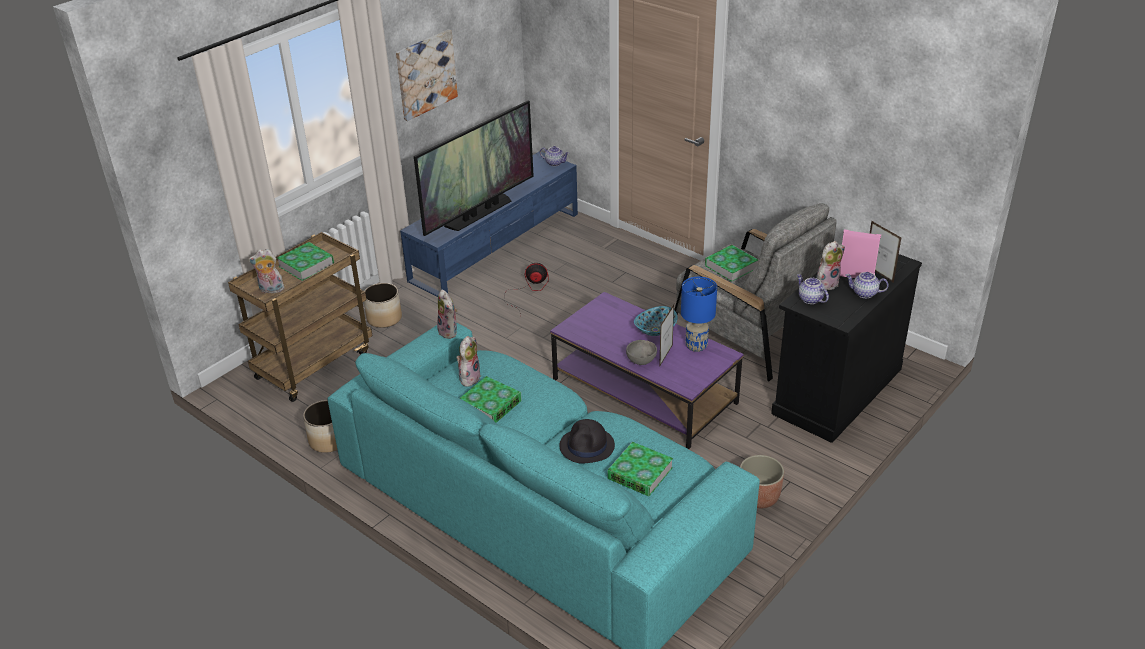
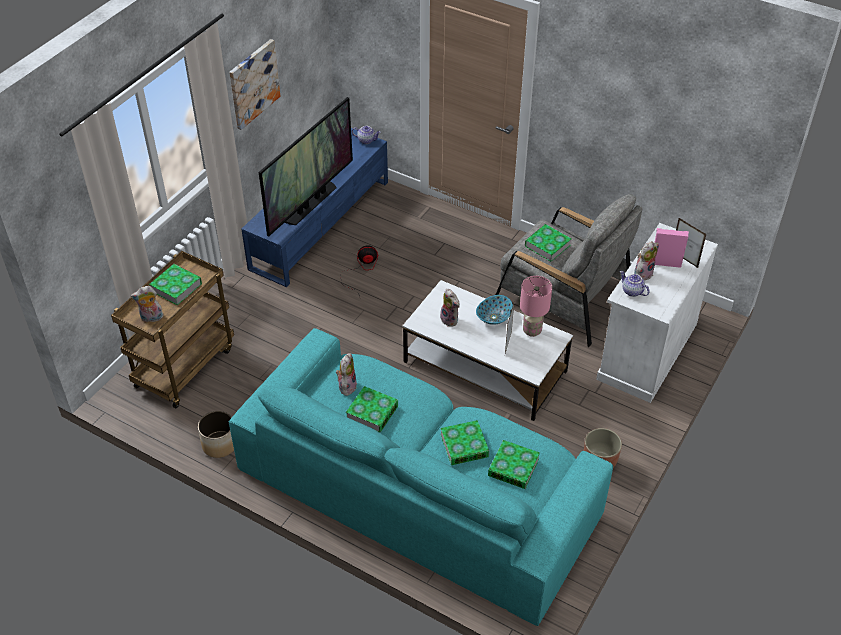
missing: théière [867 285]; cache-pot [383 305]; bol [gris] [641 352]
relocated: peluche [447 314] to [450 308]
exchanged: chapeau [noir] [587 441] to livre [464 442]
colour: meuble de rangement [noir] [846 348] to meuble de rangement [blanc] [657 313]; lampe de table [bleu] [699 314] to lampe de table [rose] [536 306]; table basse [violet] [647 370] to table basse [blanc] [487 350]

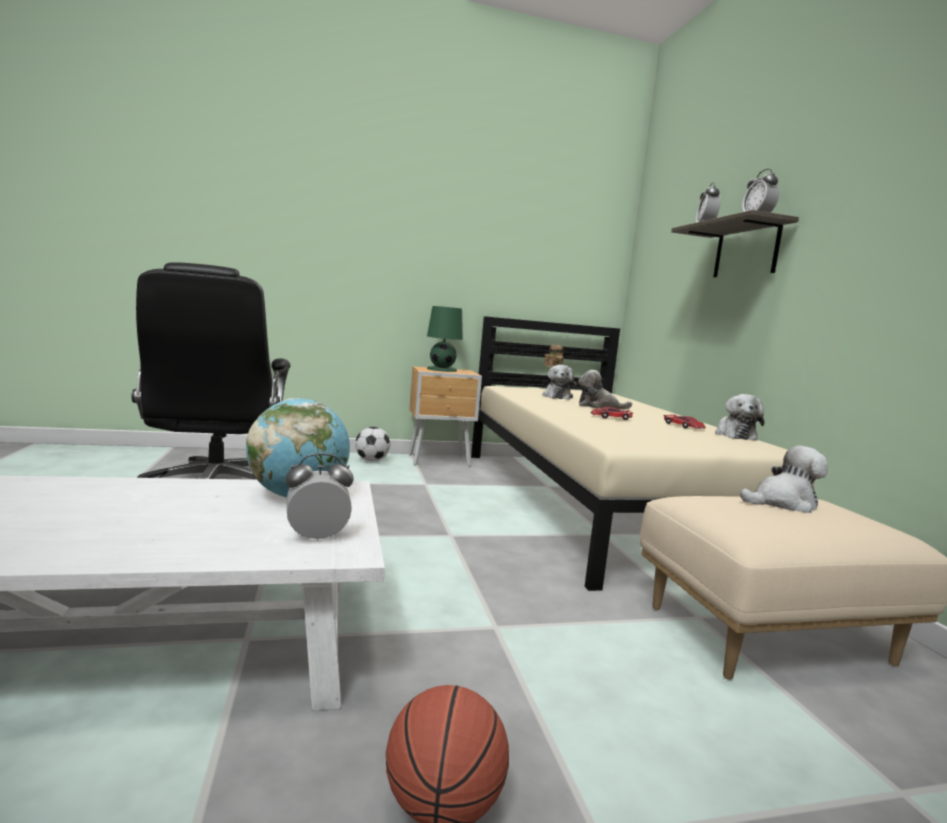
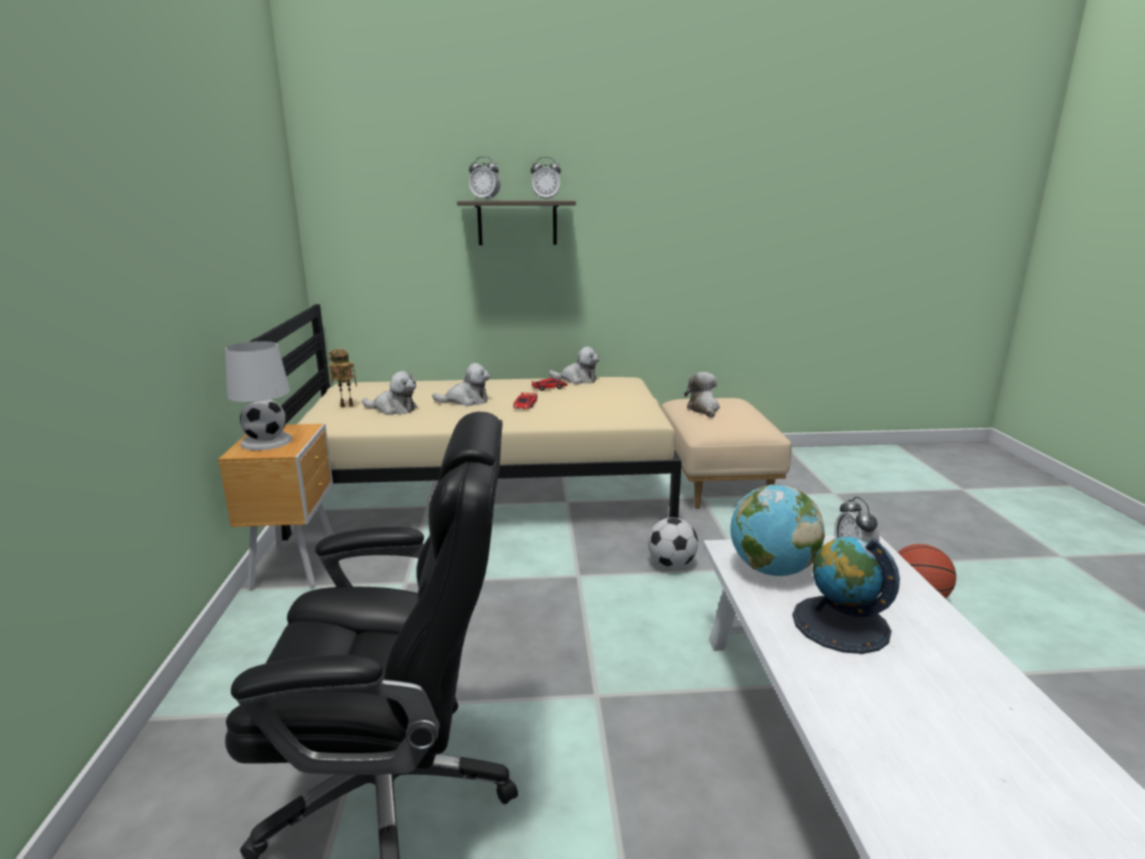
appeared: globe [846 595]
relocated: ballon de foot [372 444] to [673 542]
colour: lampe de table [vert] [445 339] to lampe de table [blanc] [258 395]
spun: peluche [605 390] = [461 384] 120 degrees counterclockwise

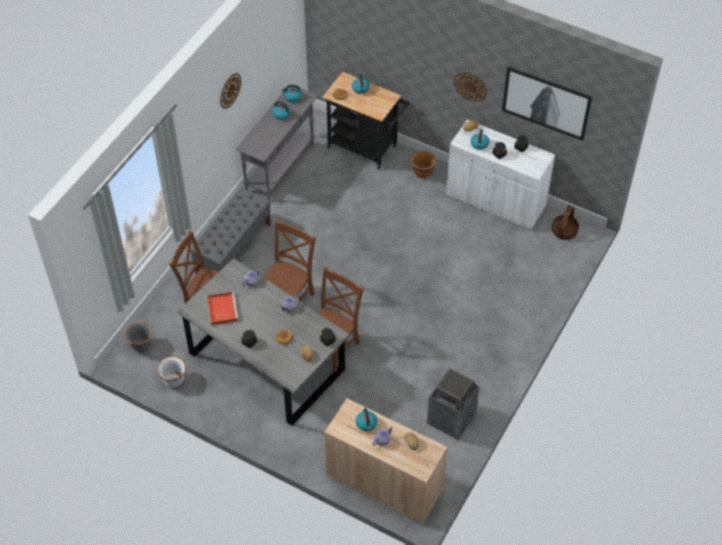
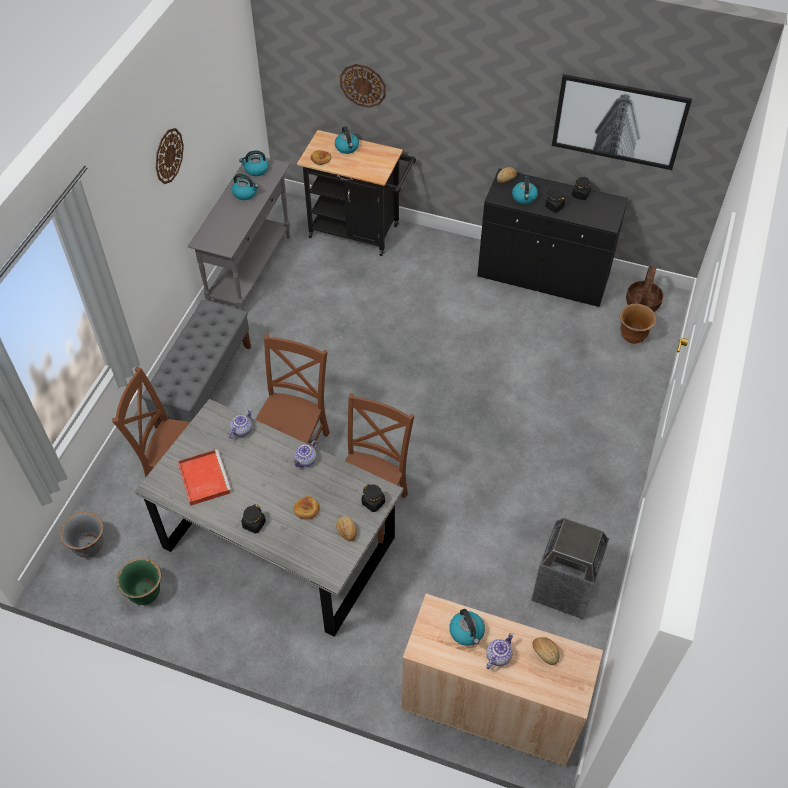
relocated: horloge murale [470 87] to [363 86]; cache-pot [marron] [423 164] to [638 324]
colour: meuble de rangement [blanc] [500 175] to meuble de rangement [noir] [552 238]; cache-pot [blanc] [172 371] to cache-pot [vert] [139 581]

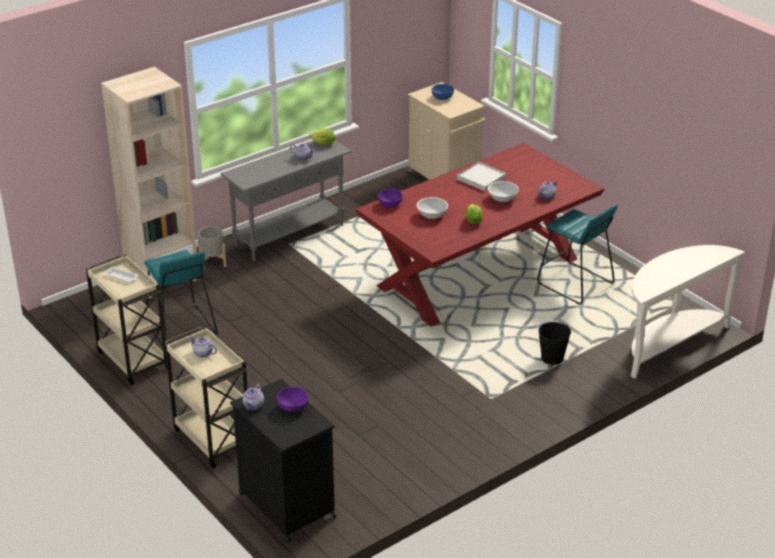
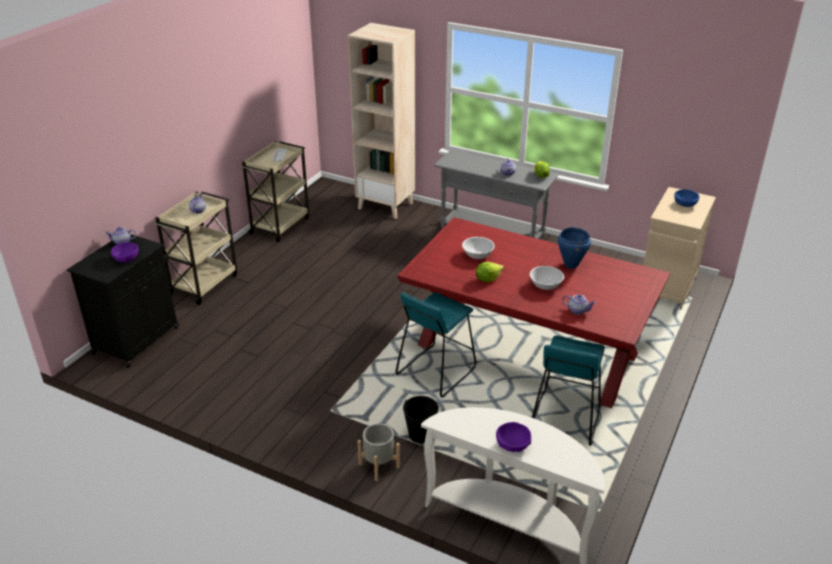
relocated: bol [violet] [390 198] to [513 437]; cache-pot [gris] [211 248] to [379 452]; tabouret [turquoise] [181 299] to [435 345]
exchanged: plateau [blanc] [482 176] to marmite [bleu] [574 248]

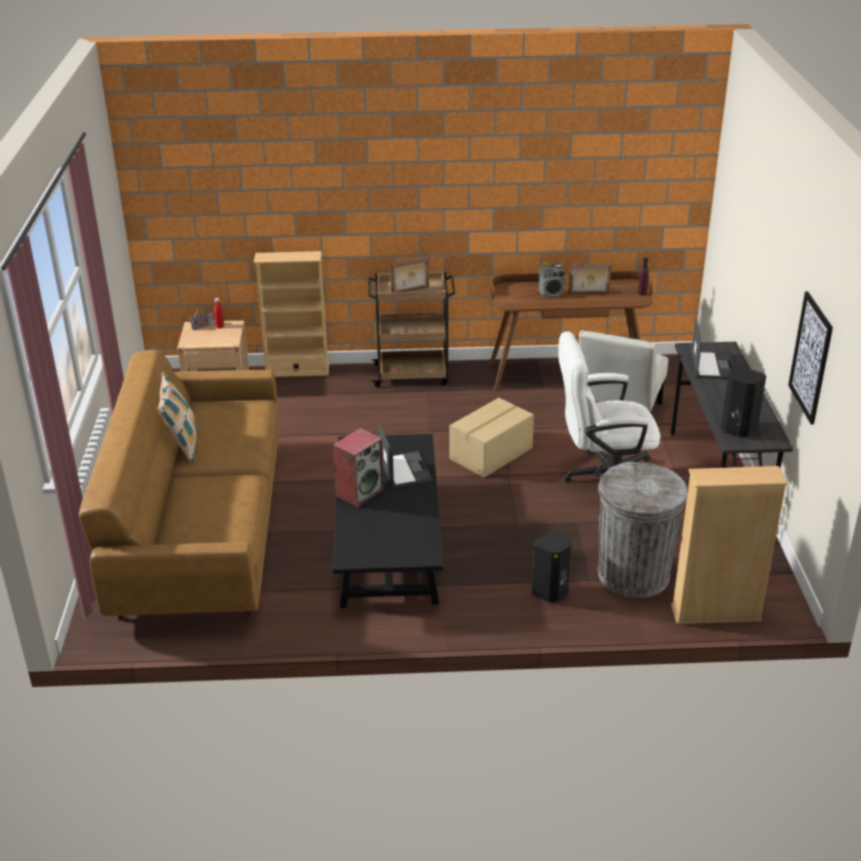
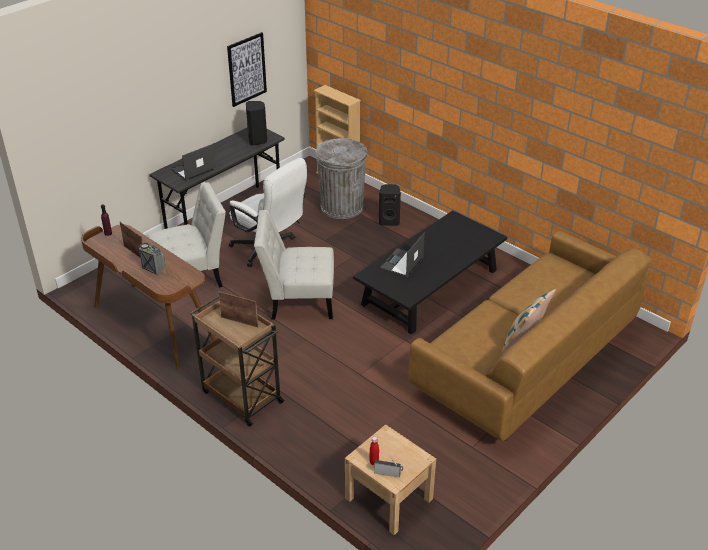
missing: bibliothèque [beige] [291 314]; enceinte [358 467]
exchanged: carton [492 438] to chaise [blanc] [294 265]

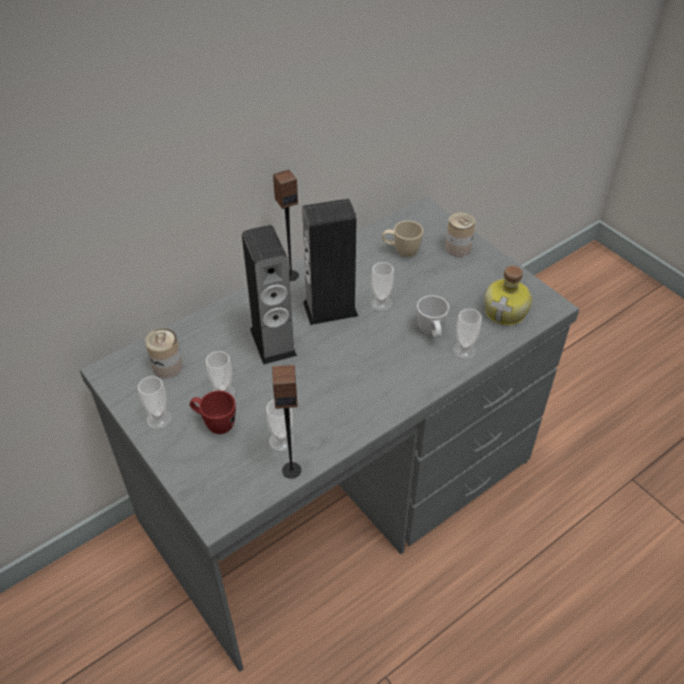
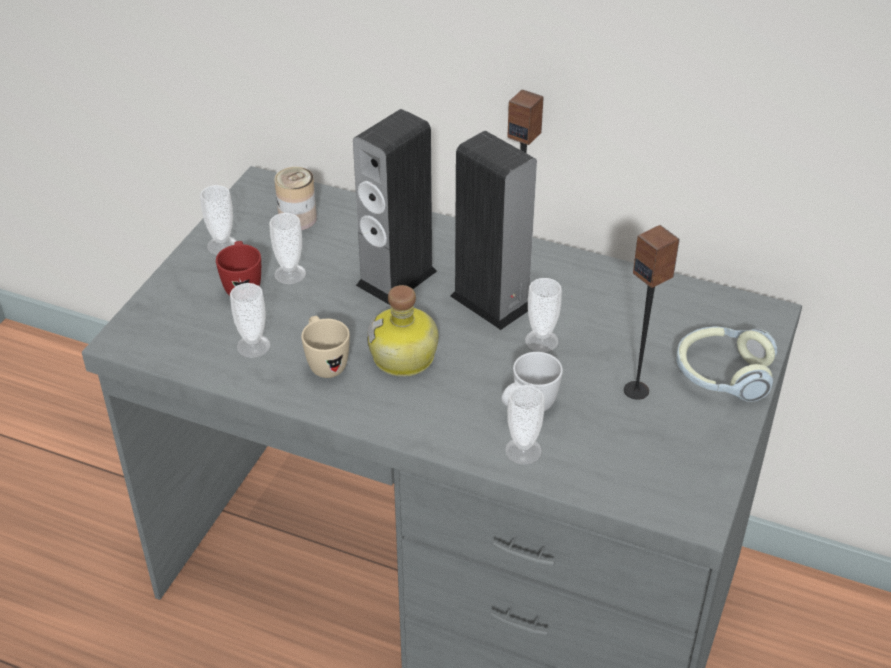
relocated: mug [beige] [402 239] to [325 347]; bouteille [508 295] to [402 331]; enceinte [286 421] to [652 312]
exchanged: boîte métallique [460 235] to casque audio [726 364]

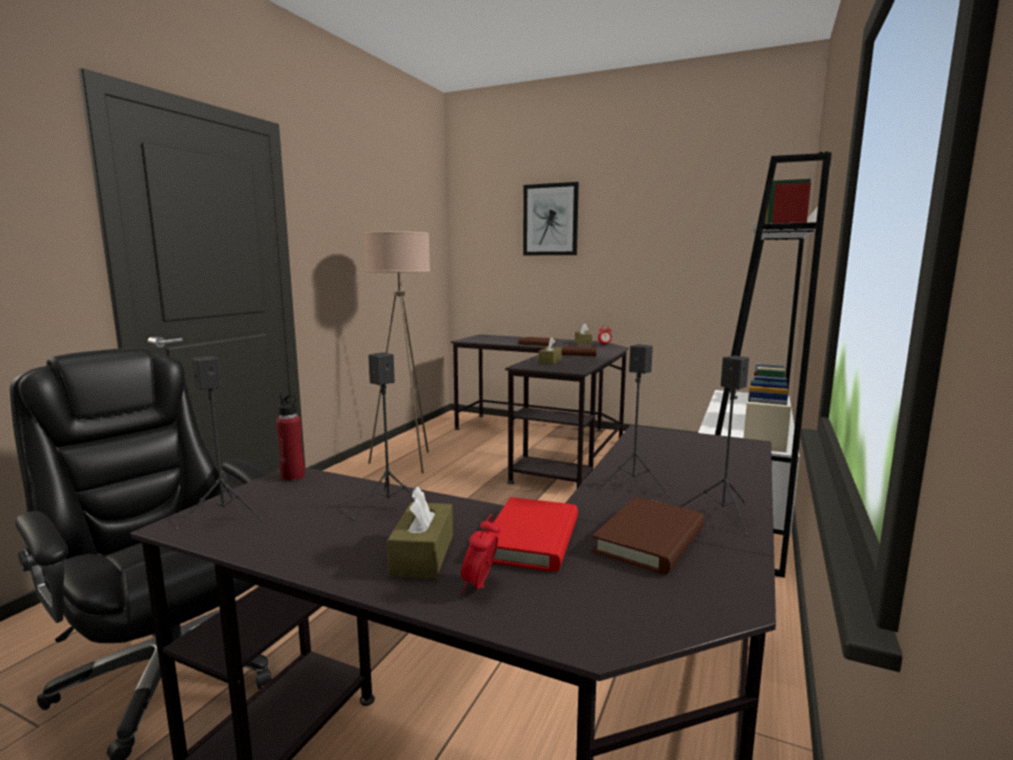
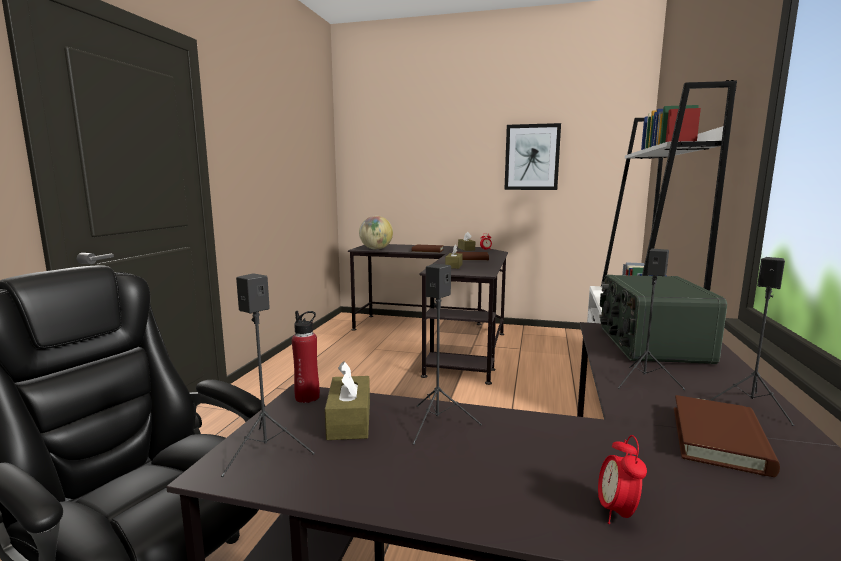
missing: lampadaire [beige] [397 352]; livre [rouge] [533 534]
appeared: globe [376 233]; radio [663 319]
relocated: tableau [551 218] to [532 156]; boîte à mouchoirs [marron] [420 532] to [347 400]

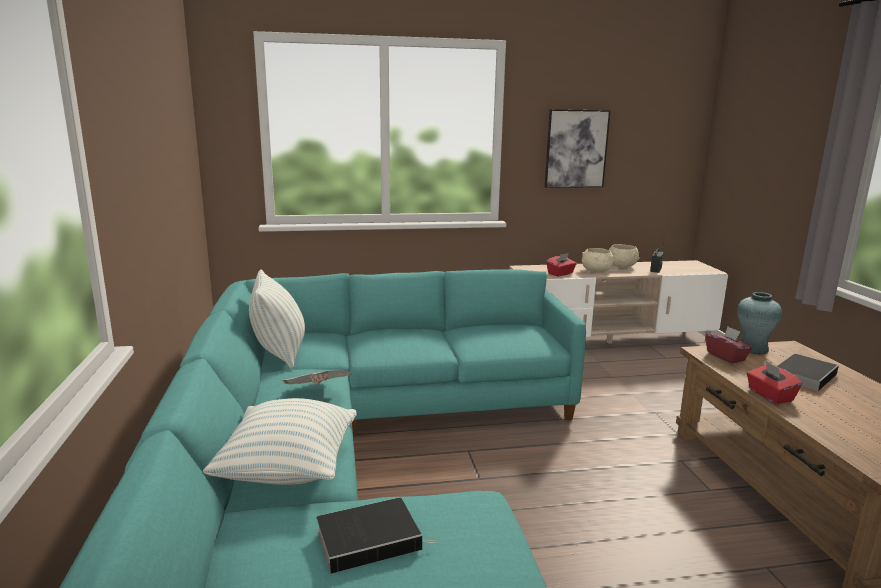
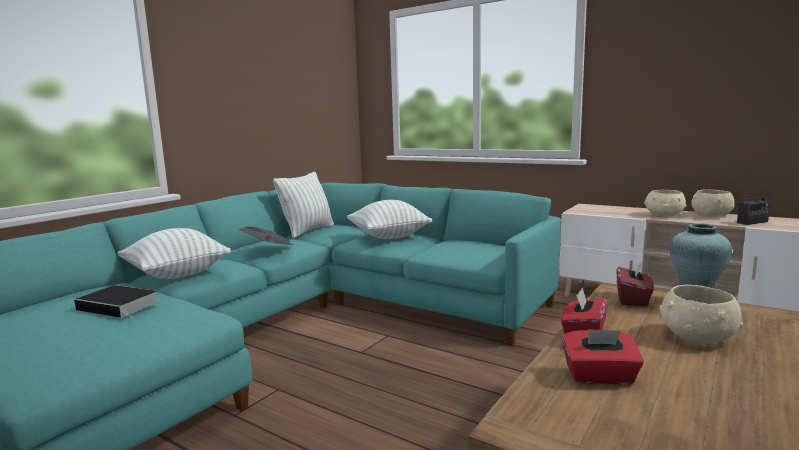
missing: tableau [578 148]
appeared: coussin [389 219]
relocated: boîte à mouchoirs [rouge] [561 264] to [603 357]
exchanged: livre [808 372] to bol [beige] [701 314]

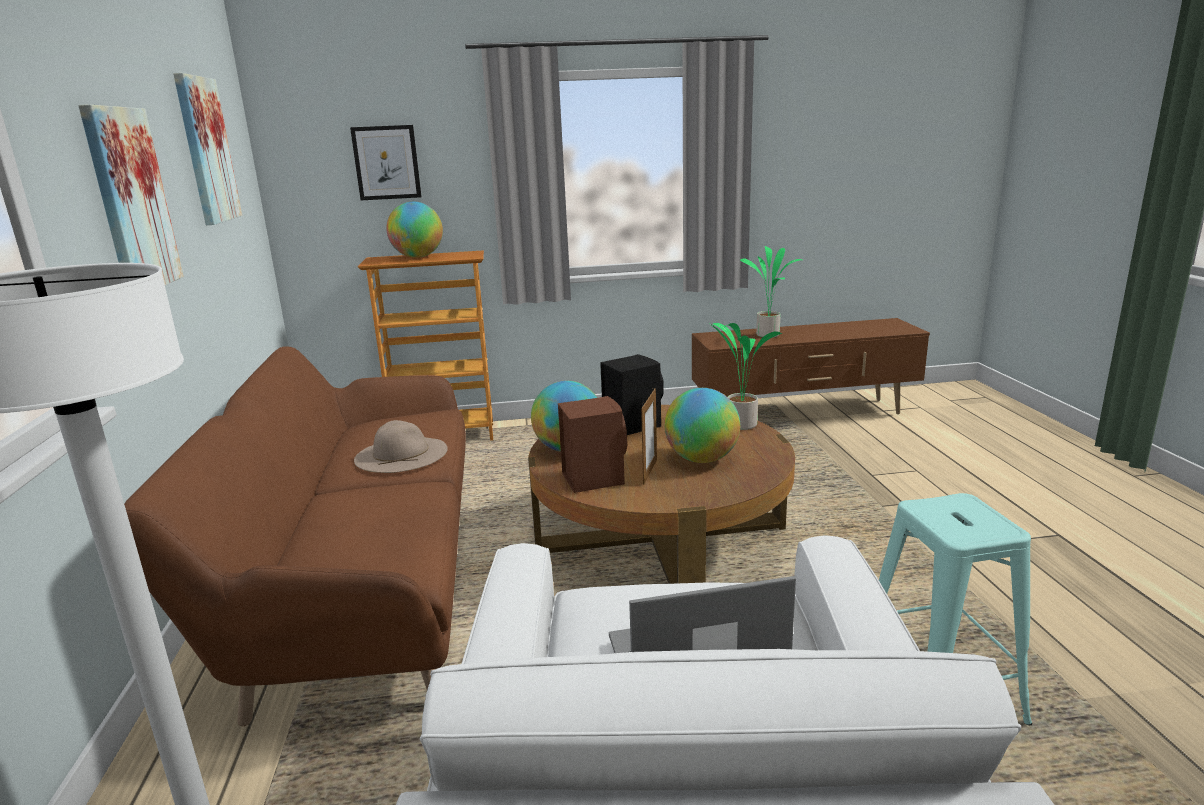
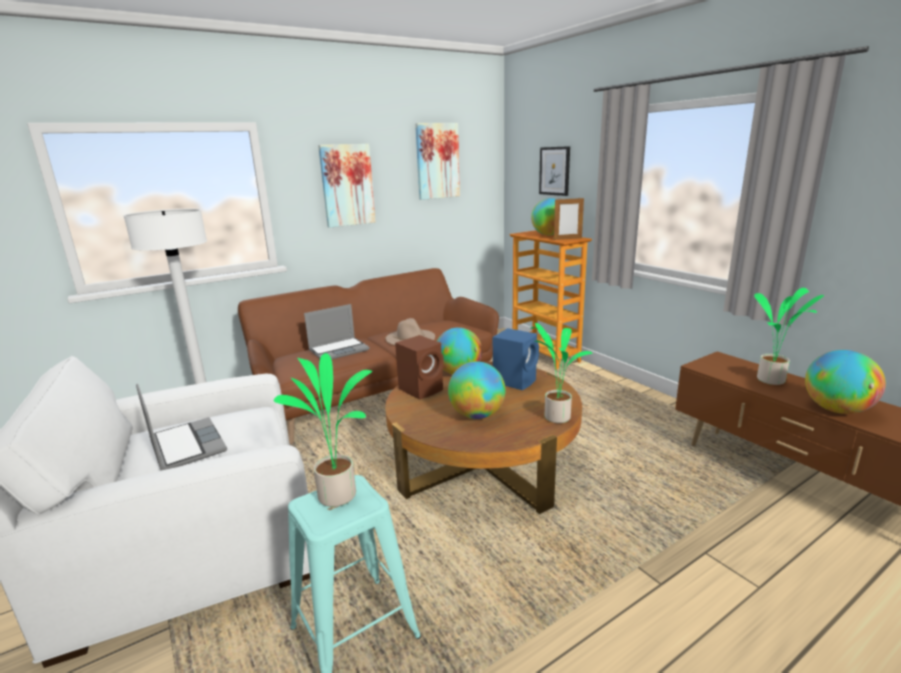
appeared: ordinateur portable [337 332]; globe [845 382]; plante en pot [323 430]
relocated: cadre photo [649 436] to [569 219]
colour: enceinte [noir] [632 394] to enceinte [bleu] [516 359]

